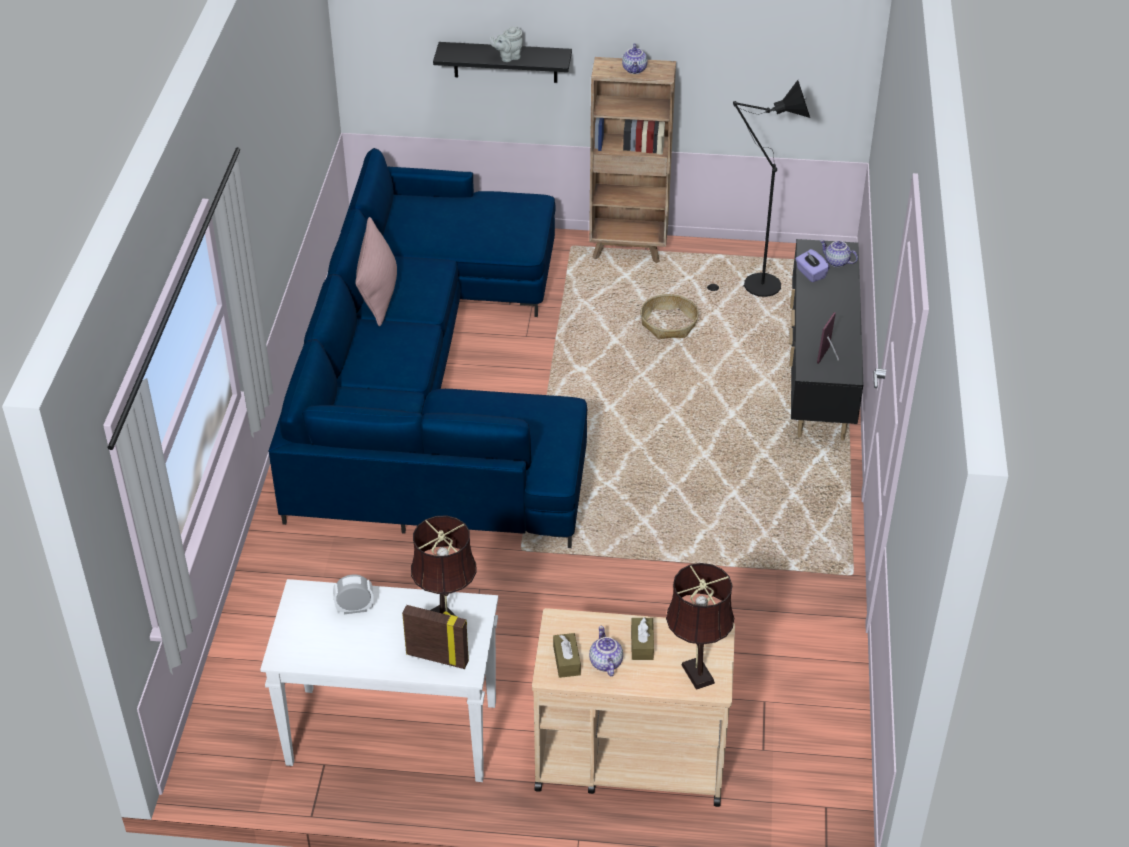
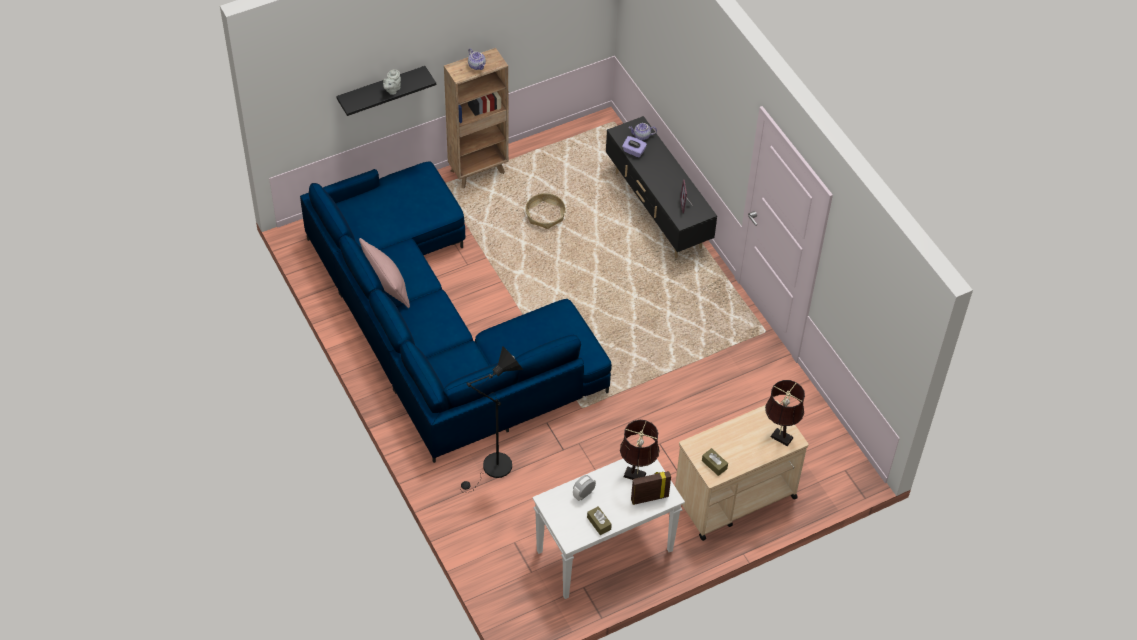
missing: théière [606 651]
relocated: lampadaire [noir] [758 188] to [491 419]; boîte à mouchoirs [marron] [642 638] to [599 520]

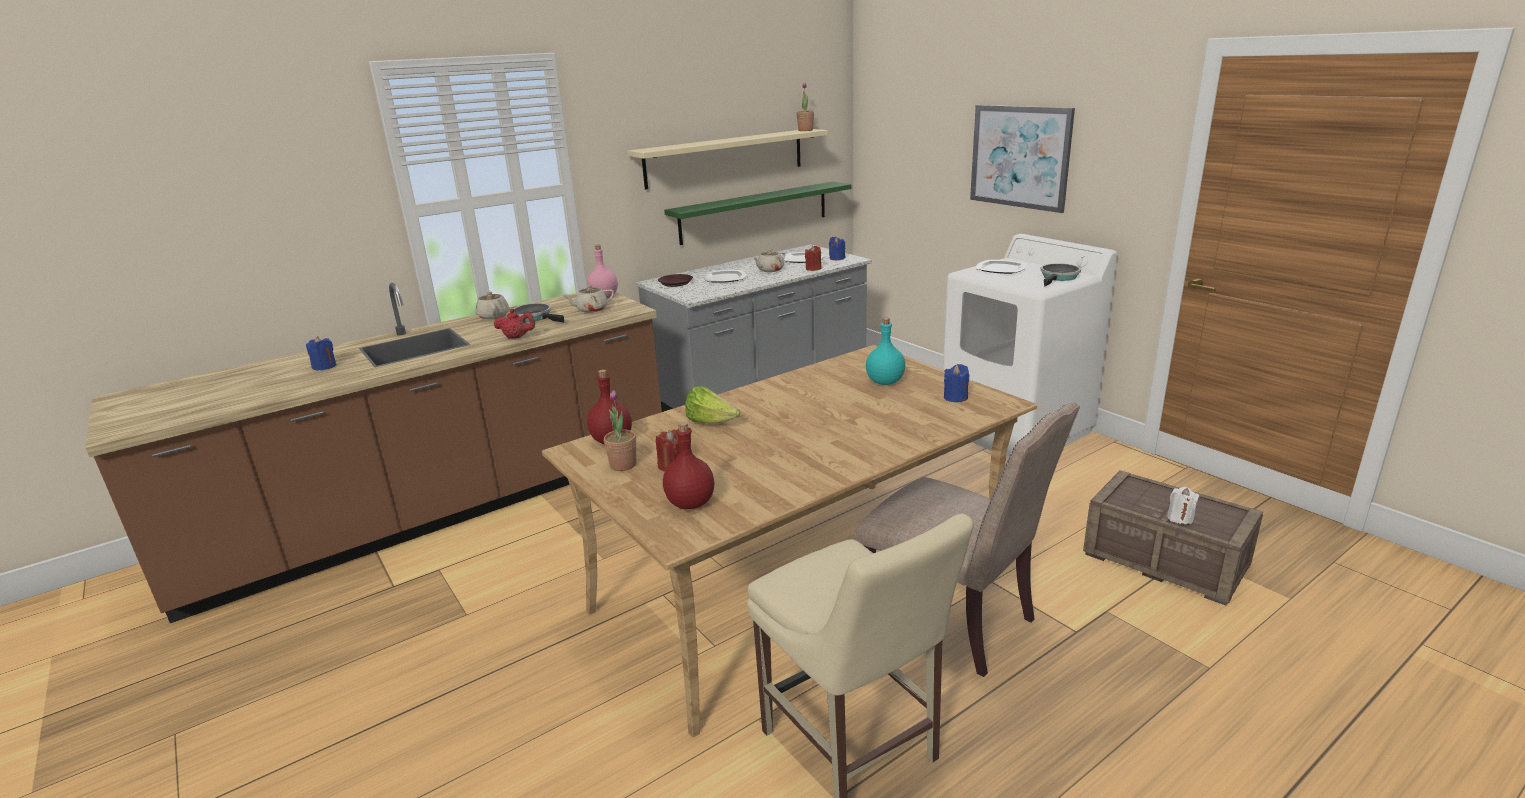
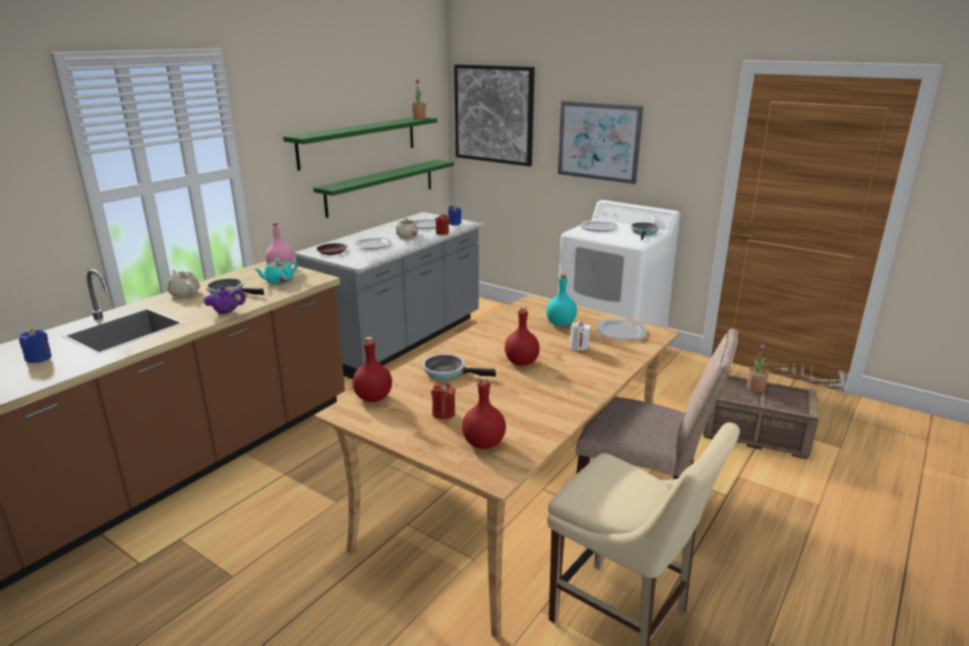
appeared: tableau [494 115]; bouteille [rouge] [522 336]
relocated: plante en pot [620 430] to [758 368]; bougie [blanc] [1183 506] to [580 336]
exchanged: bougie [bleu] [956 383] to assiette [622 329]; laitue [712 404] to poêle [459 367]
colour: étagère [beige] [728 159] to étagère [vert] [360 144]; théière [beige] [588 299] to théière [turquoise] [276 271]; théière [rouge] [514 324] to théière [violet] [225 300]

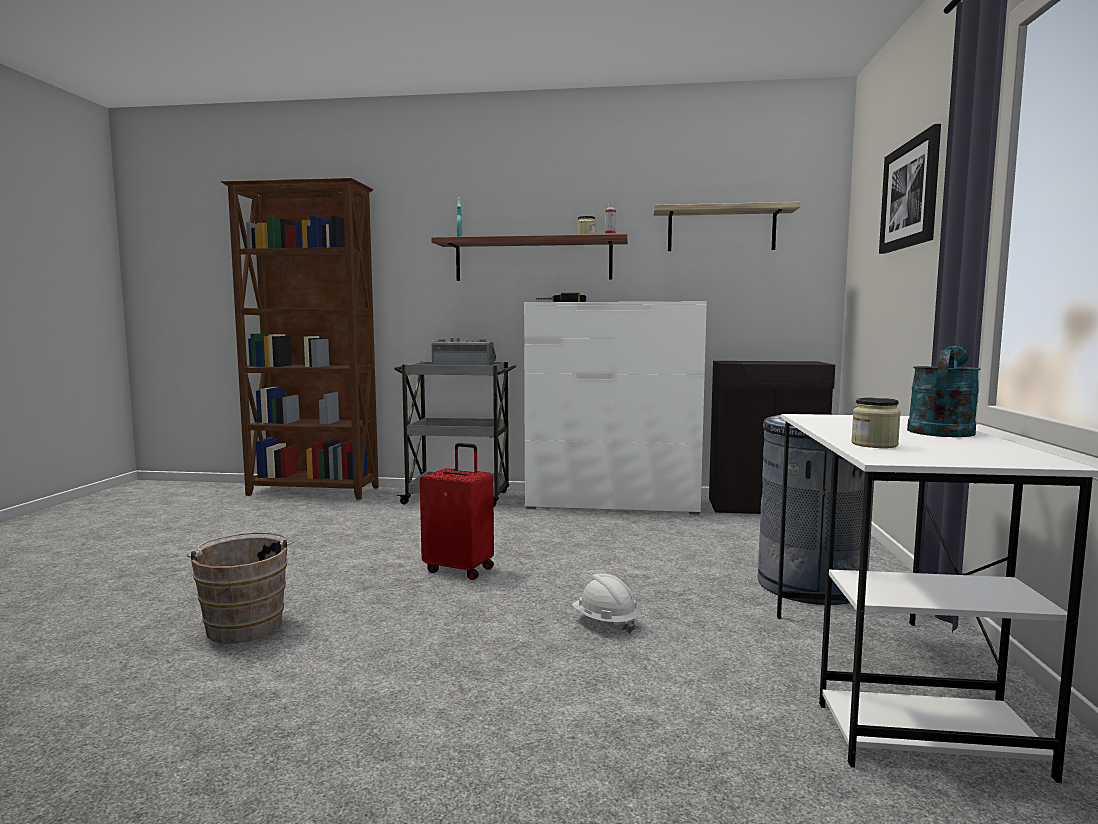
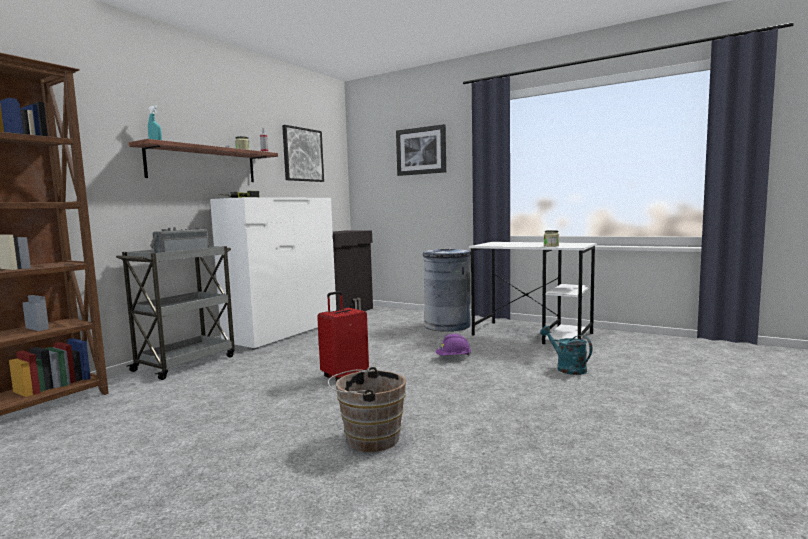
relocated: arrosoir [turquoise] [944 391] to [566 350]
exchanged: étagère [727 226] to tableau [303 153]
colour: casque de chantier [blanc] [605 603] to casque de chantier [violet] [453 345]

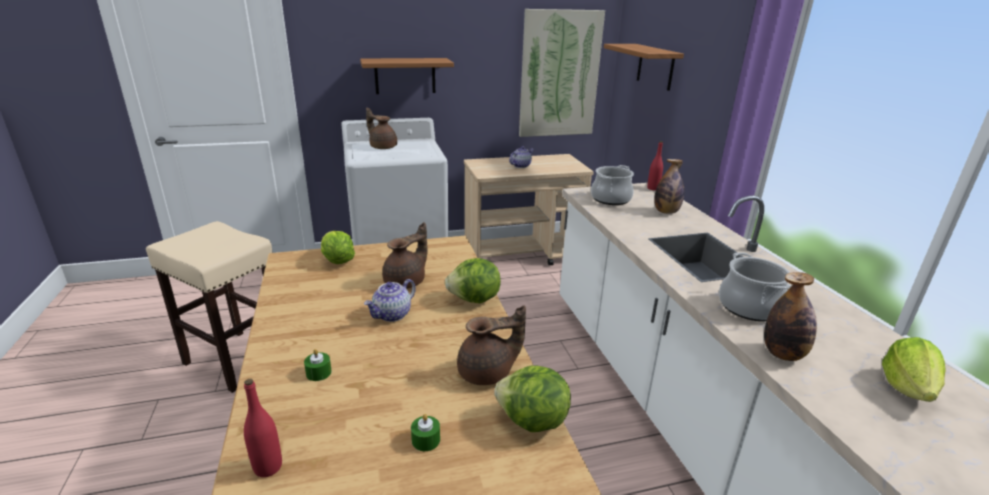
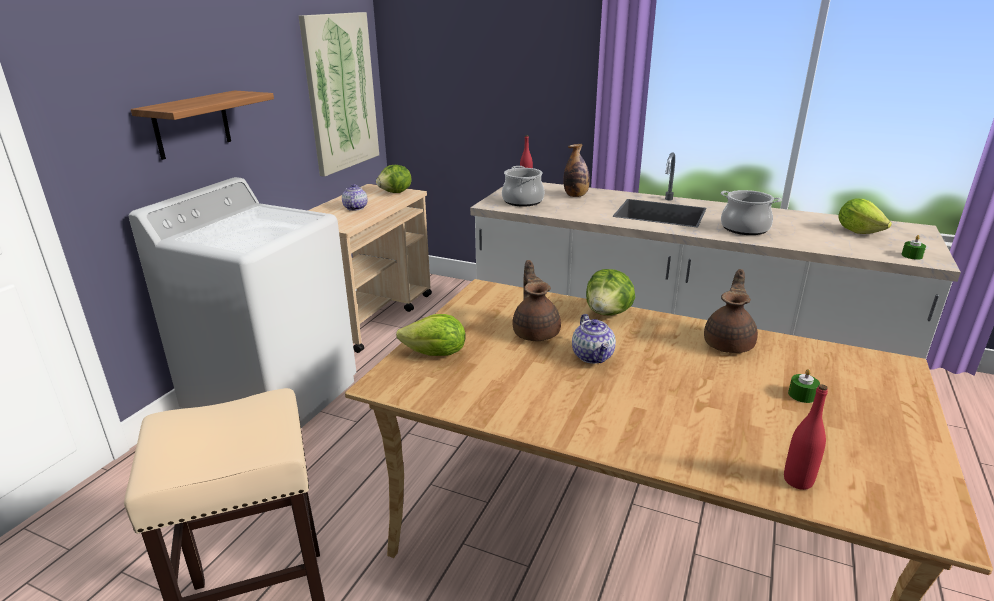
missing: étagère [644 67]; théière [marron] [381 128]; bouteille [790 316]
relocated: bougie [vert] [318 365] to [913 247]; laitue [532 398] to [394 179]

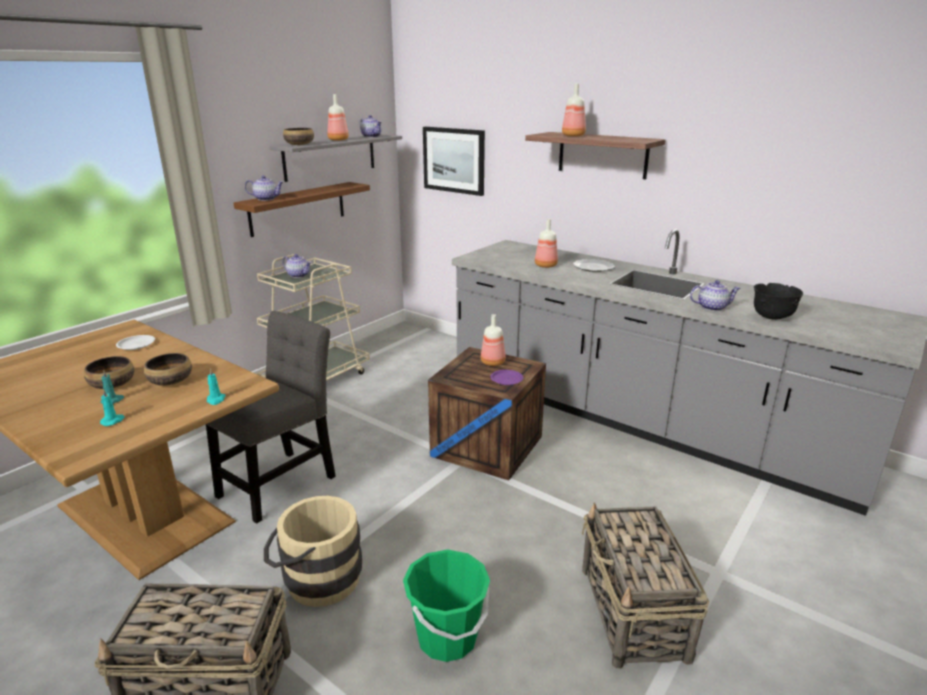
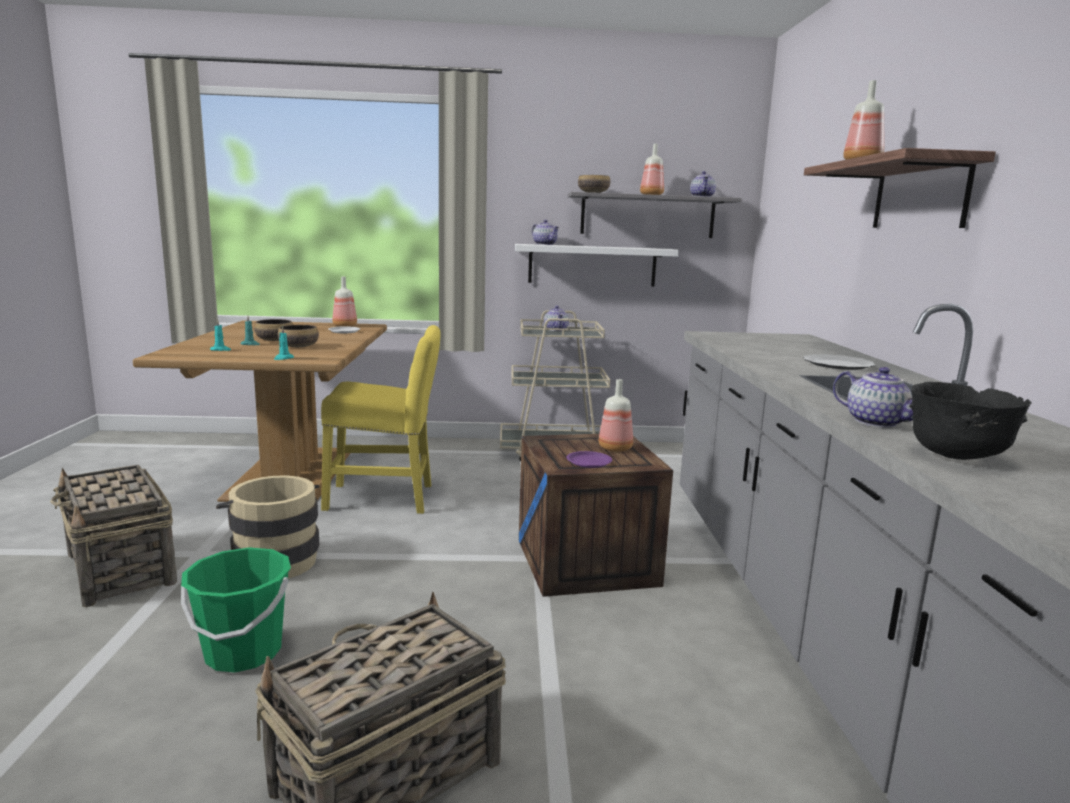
missing: tableau [454 161]
relocated: bouteille [546 243] to [344 302]
colour: étagère [marron] [302 209] to étagère [blanc] [597 265]; chaise [gris] [271 417] to chaise [jaune] [381 419]

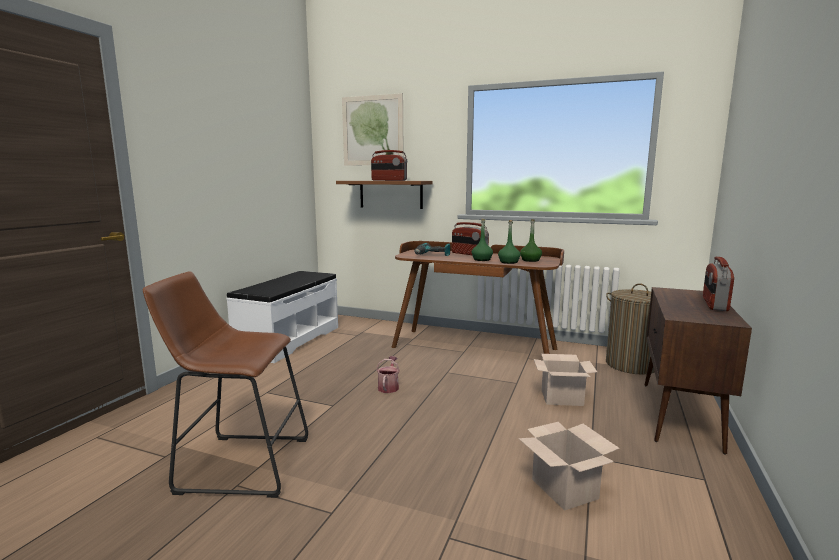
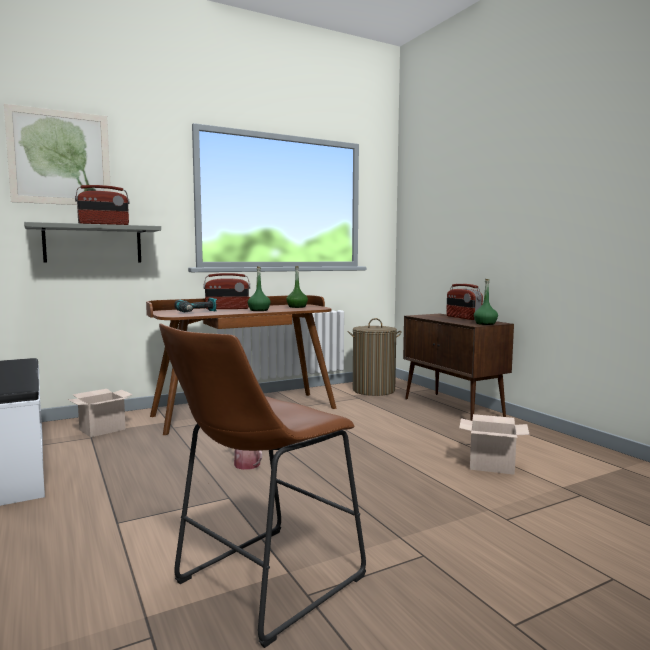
relocated: bouteille [vert] [509 242] to [486 302]; carton [565 380] to [100 413]
colour: étagère [marron] [384 195] to étagère [gris] [92 242]

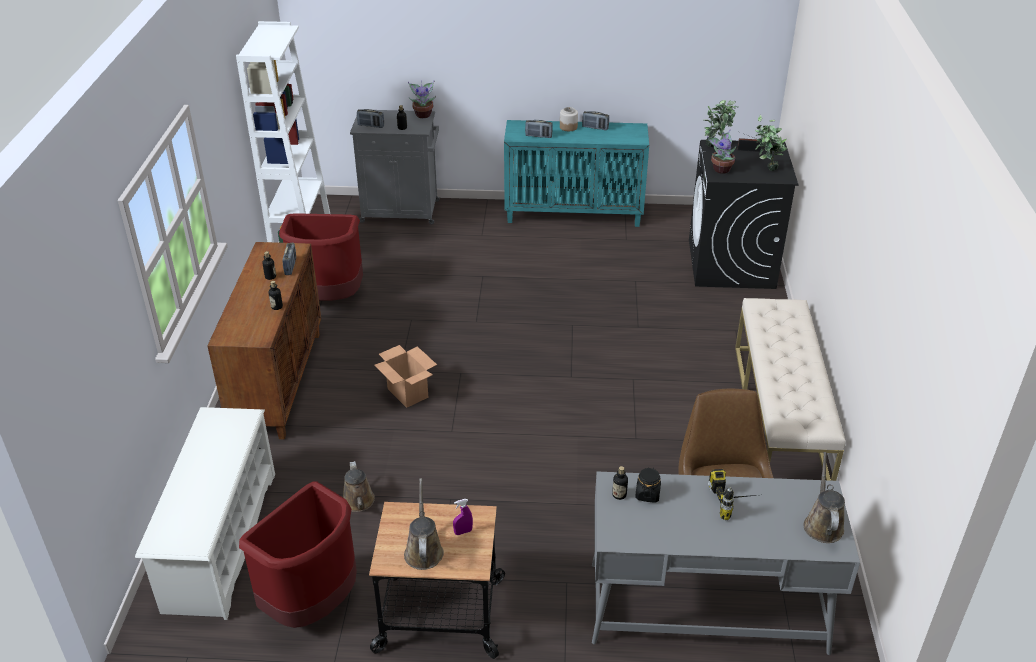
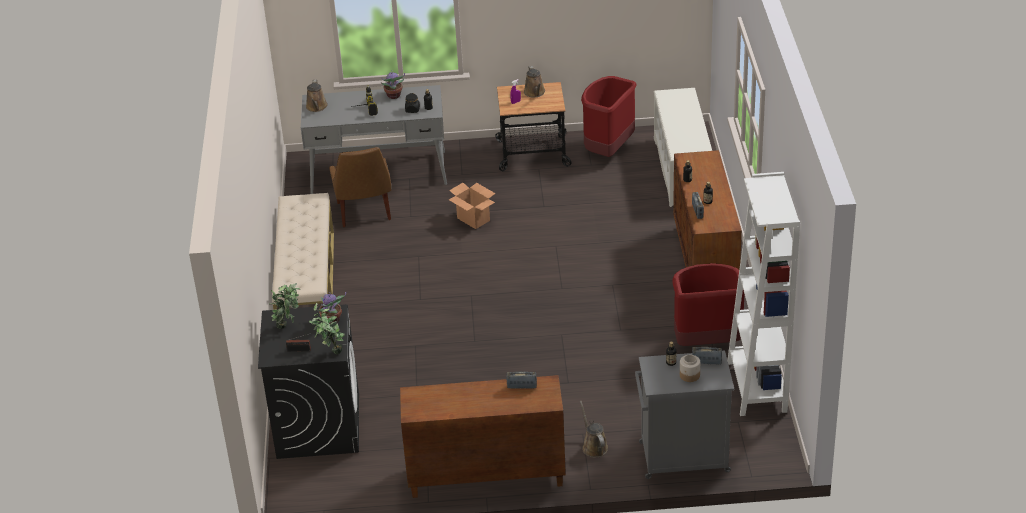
missing: radio [595 120]
relocated: plante en pot [422 99] to [392 84]; bocal [569 119] to [690 368]; carton [405 376] to [472 206]; arrosoir [marron] [359 486] to [594 429]
colour: meuble de rangement [turquoise] [576 173] to meuble de rangement [marron] [483 436]

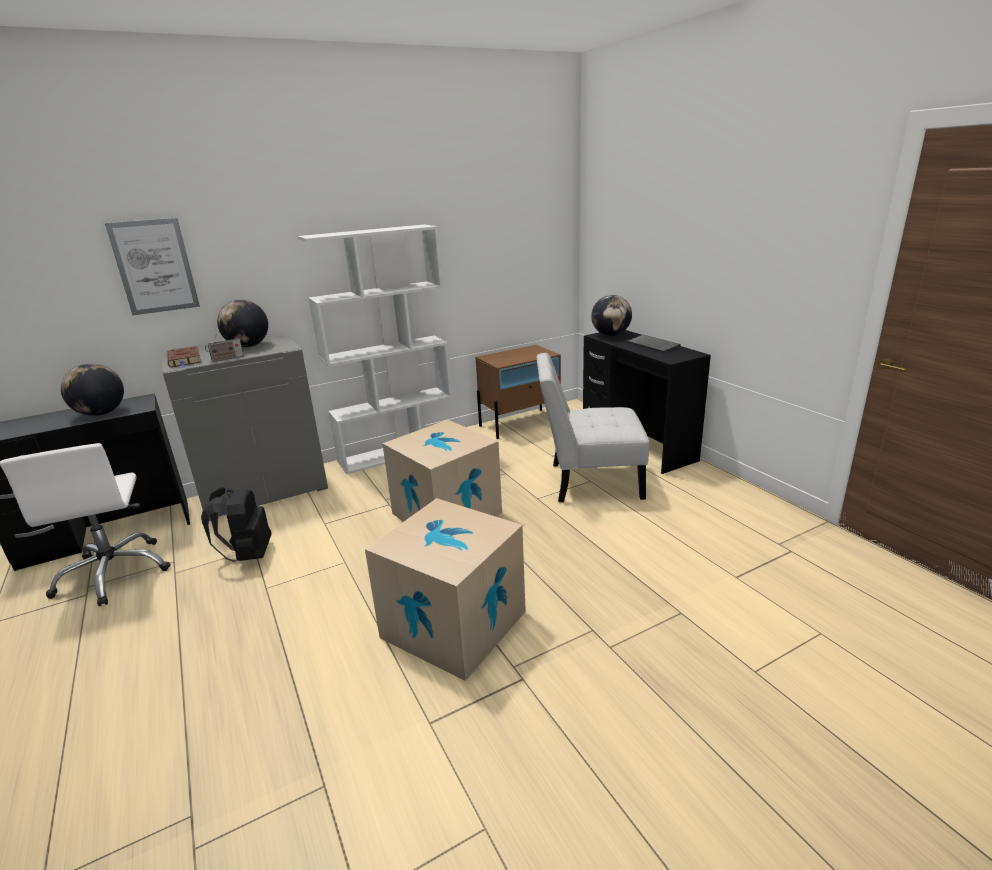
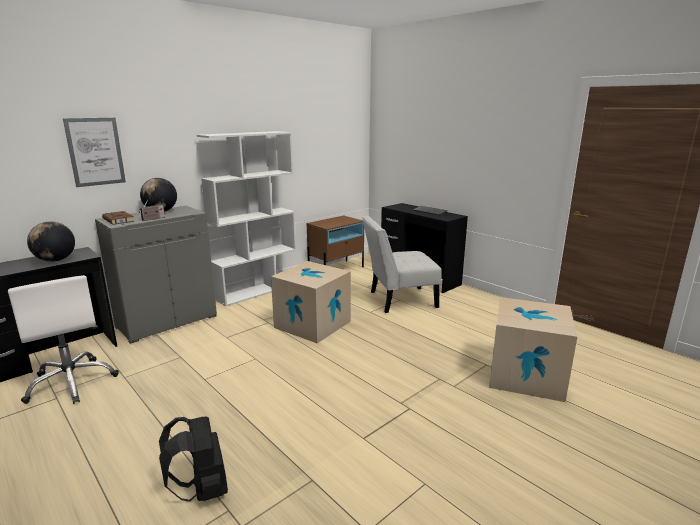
missing: globe [611 315]
relocated: sac à dos [noir] [236 524] to [193 459]; carton [445 589] to [533 349]

